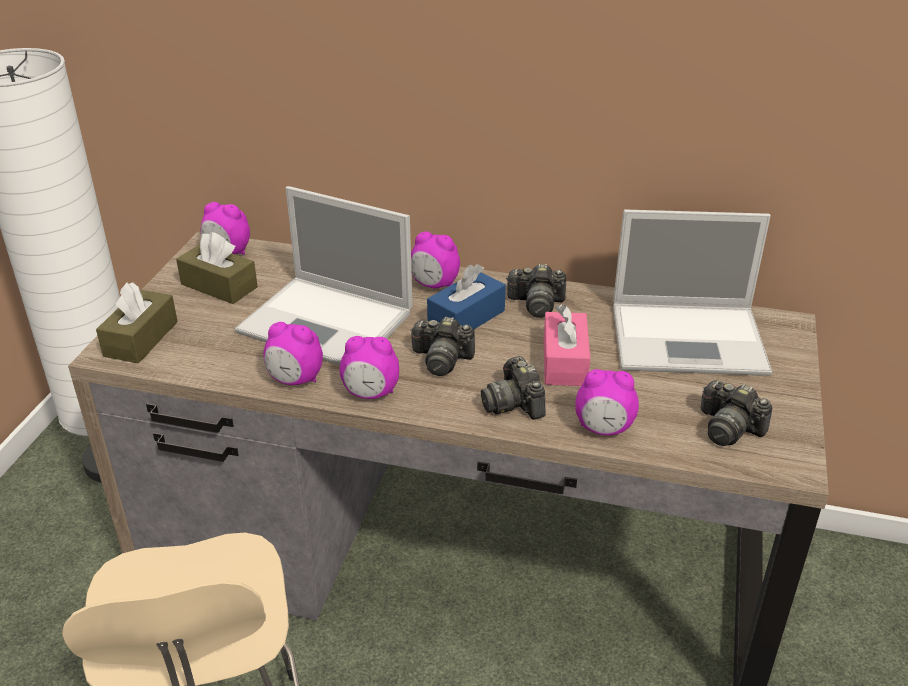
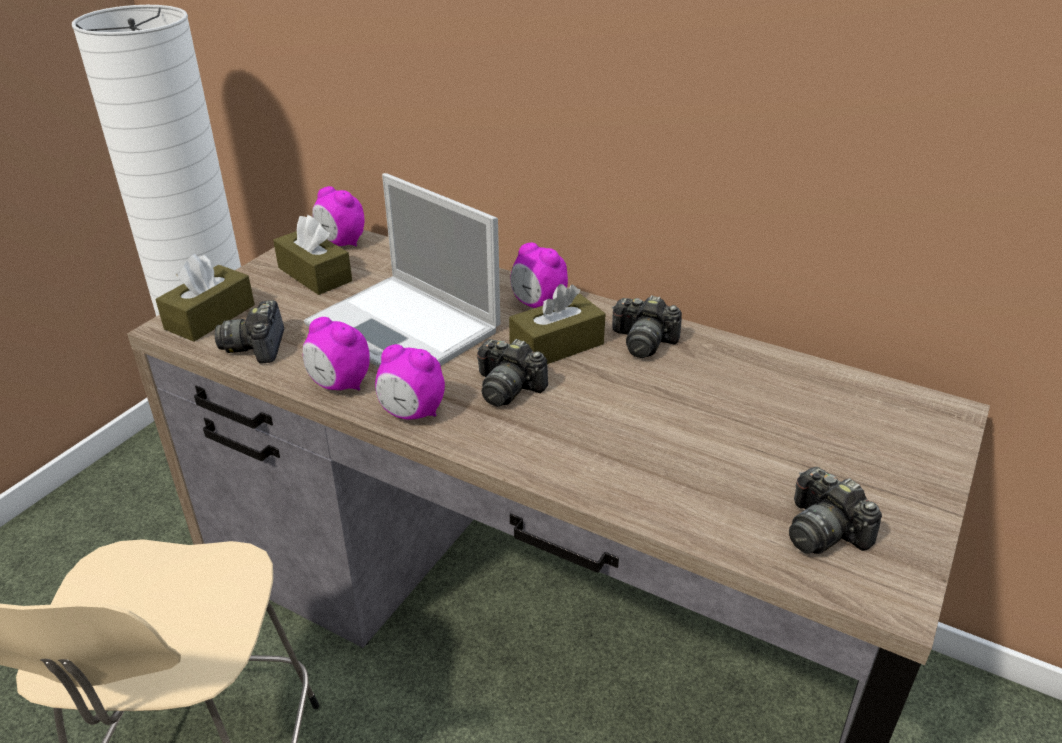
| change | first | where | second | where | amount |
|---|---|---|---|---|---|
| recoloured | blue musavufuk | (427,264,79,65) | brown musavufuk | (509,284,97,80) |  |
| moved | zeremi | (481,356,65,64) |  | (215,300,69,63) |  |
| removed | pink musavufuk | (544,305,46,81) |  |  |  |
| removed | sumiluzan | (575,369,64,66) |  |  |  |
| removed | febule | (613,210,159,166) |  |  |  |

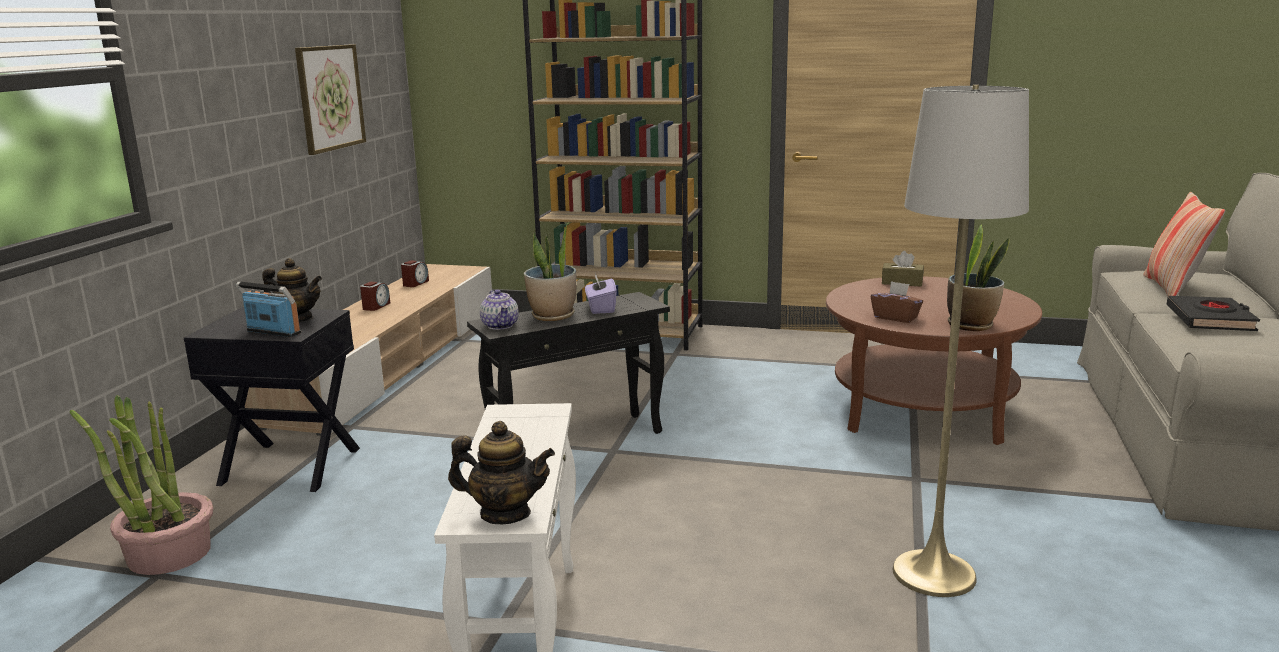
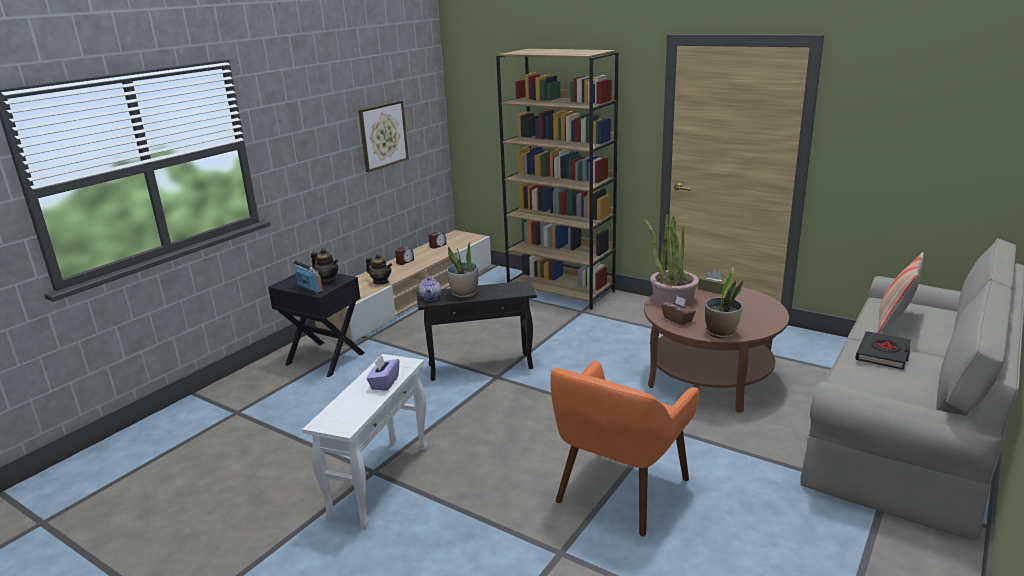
| change | first | where | second | where | amount |
|---|---|---|---|---|---|
| moved | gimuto | (70,395,143,180) |  | (644,215,55,91) |  |
| moved | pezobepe | (448,421,107,103) |  | (366,254,26,31) |  |
| moved | purple musavufuk | (585,273,31,41) |  | (367,355,32,36) |  |
| replaced | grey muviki | (893,85,136,512) | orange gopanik | (550,361,149,176) |  |

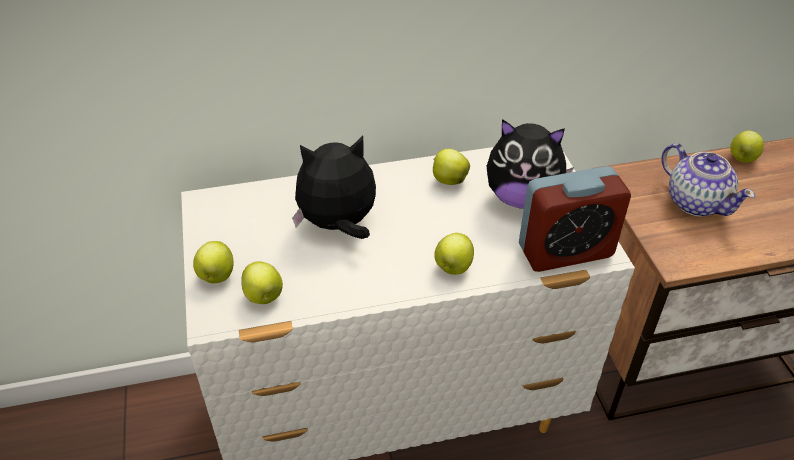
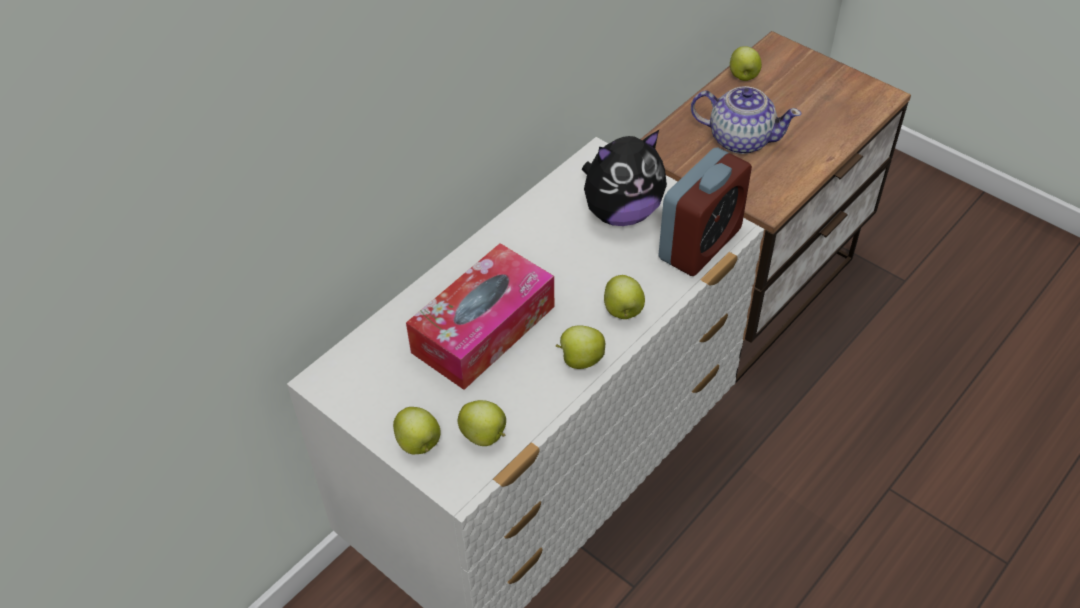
| change | first | where | second | where | amount |
|---|---|---|---|---|---|
| replaced | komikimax | (292,136,84,103) | musavufuk | (406,243,148,147) |  |
| moved | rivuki | (433,149,37,36) |  | (555,325,50,44) |  |

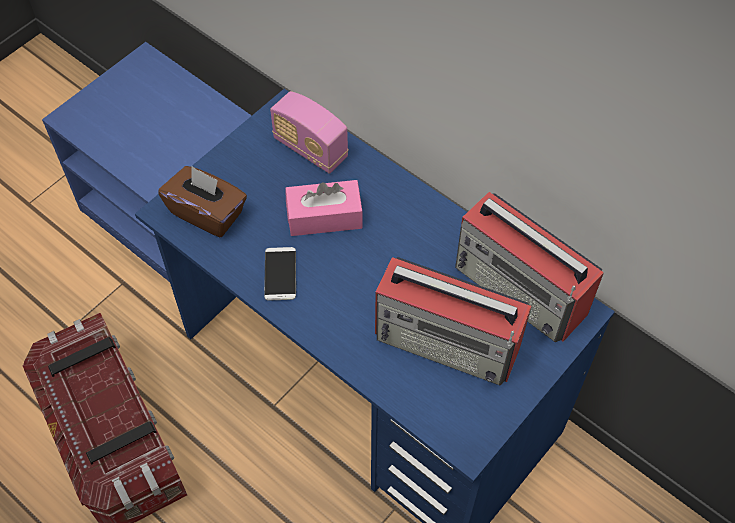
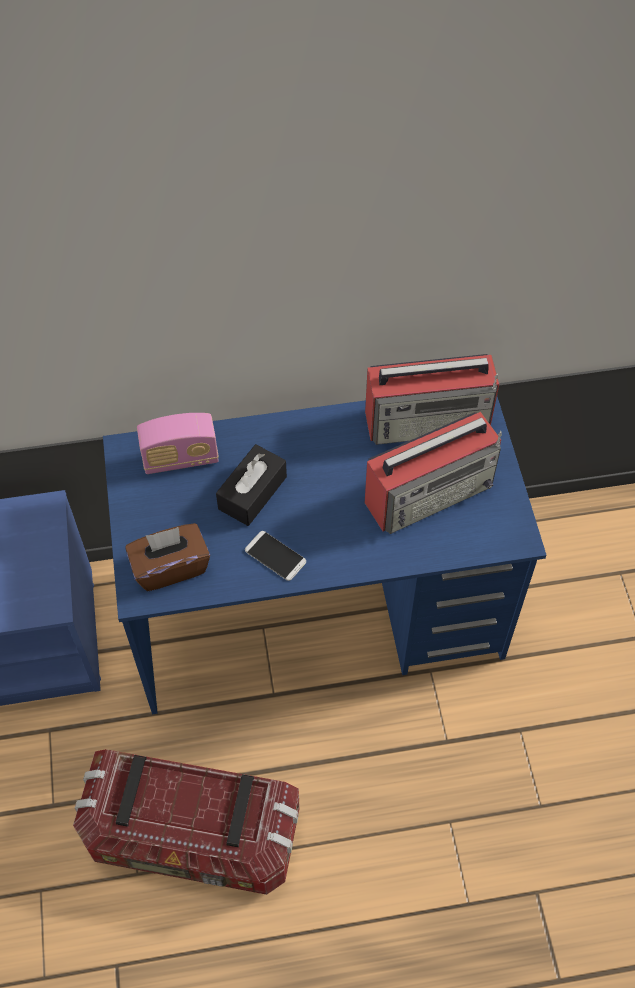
| change | first | where | second | where | amount |
|---|---|---|---|---|---|
| recoloured | pink musavufuk | (285,180,77,56) | black musavufuk | (216,444,71,82) |  |

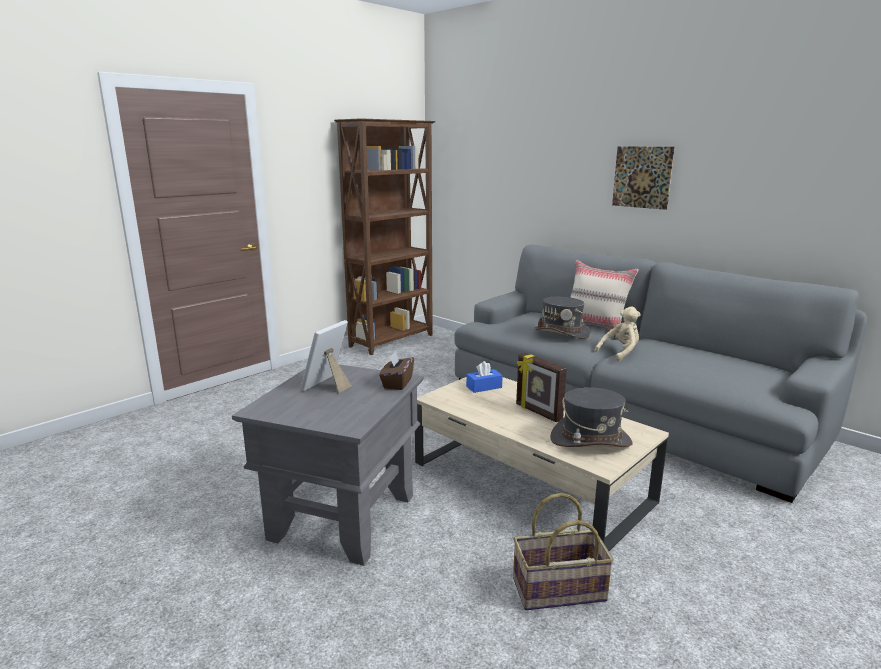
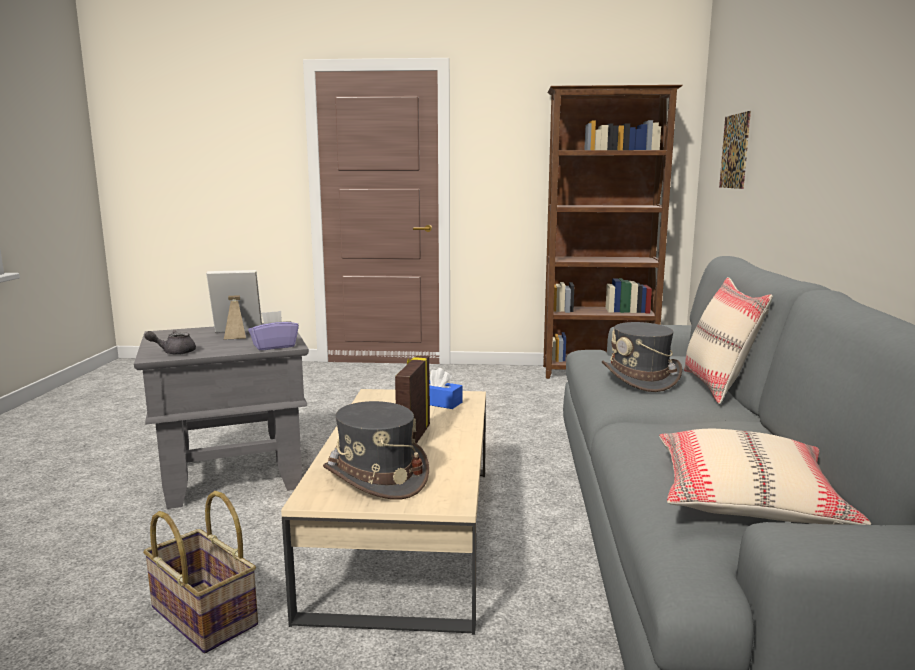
| change | first | where | second | where | amount |
|---|---|---|---|---|---|
| recoloured | brown musavufuk | (379,351,35,39) | purple musavufuk | (248,311,51,39) |  |
| removed | beige komikimax | (594,307,47,55) |  |  |  |
| moved | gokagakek | (612,146,63,64) |  | (719,111,32,78) |  |
| added |  |  | grey pezobepe | (144,330,52,25) |  |
| added |  |  | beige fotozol | (659,429,212,96) |  |

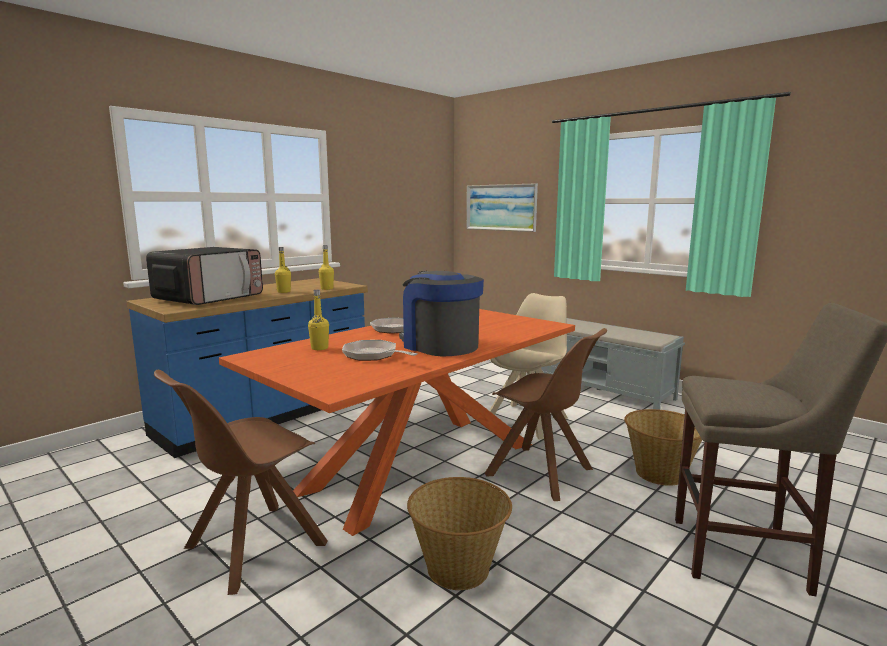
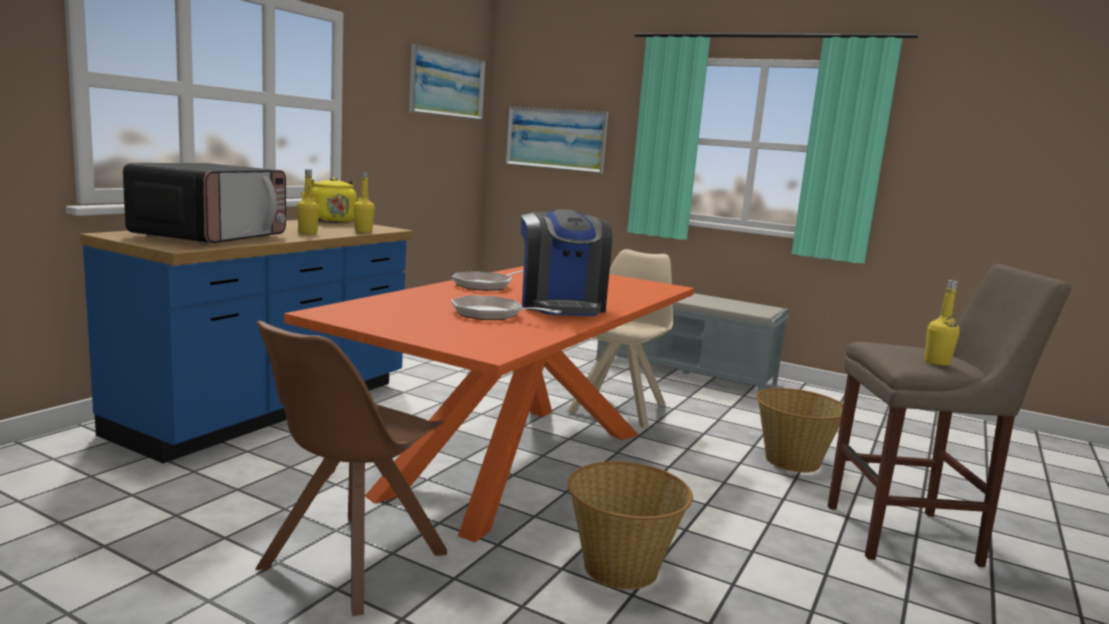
| change | first | where | second | where | amount |
|---|---|---|---|---|---|
| moved | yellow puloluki | (308,290,21,60) |  | (924,280,36,86) |  |
| turned | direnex | (399,271,85,85) |  | (521,209,91,107) | 135 degrees counterclockwise |
| removed | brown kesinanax | (484,328,123,173) |  |  |  |
| added |  |  | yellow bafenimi | (301,177,56,46) |  |
| added |  |  | gokagakek | (409,44,77,76) |  |

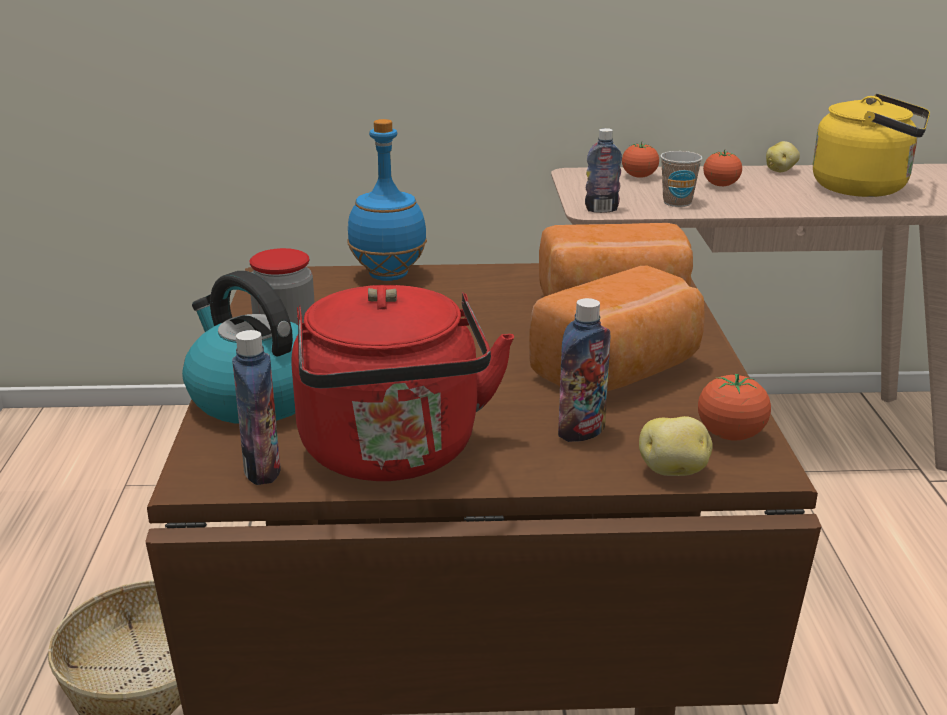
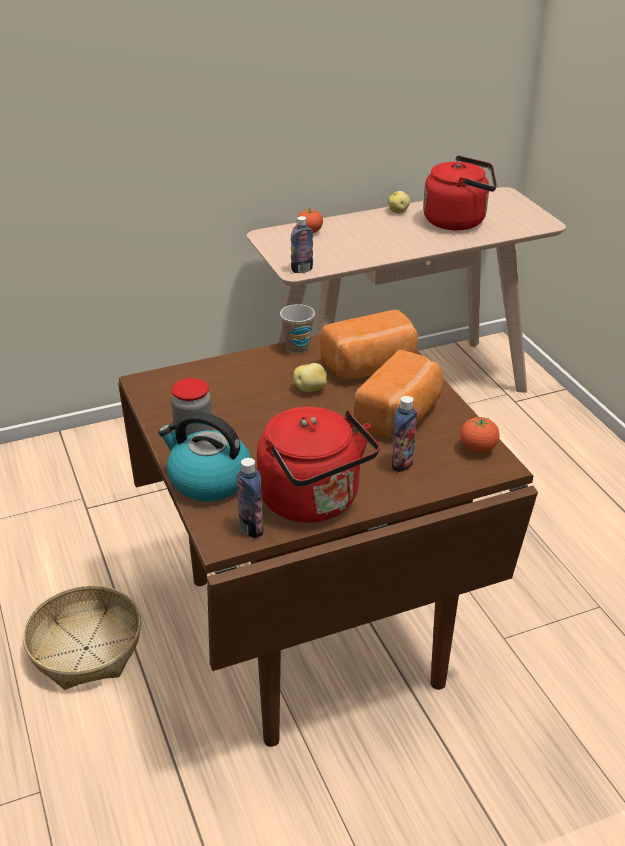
| change | first | where | second | where | amount |
|---|---|---|---|---|---|
| removed | blue puloluki | (347,119,80,162) |  |  |  |
| moved | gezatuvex | (639,416,74,60) |  | (293,363,34,29) |  |
| moved | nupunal | (660,151,43,56) |  | (280,304,35,49) |  |
| removed | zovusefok | (703,149,39,37) |  |  |  |
| recoloured | yellow bafenimi | (813,94,117,103) | red bafenimi | (423,156,74,74) |  |

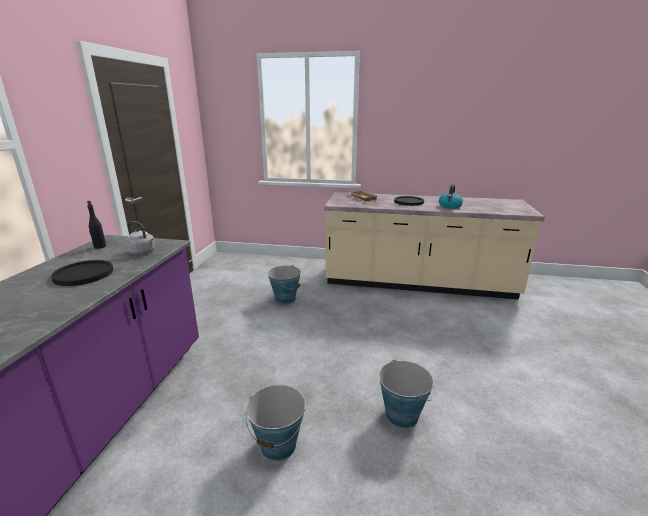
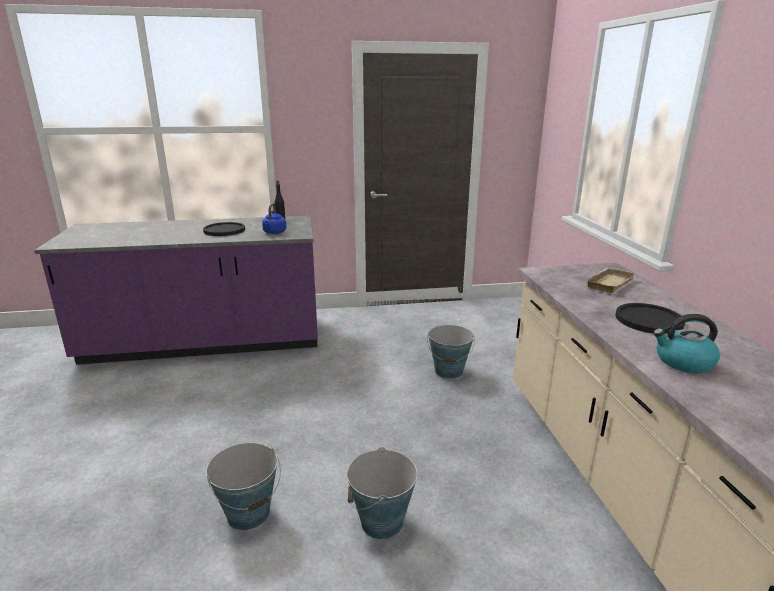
| change | first | where | second | where | amount |
|---|---|---|---|---|---|
| recoloured | grey bafenimi | (125,221,31,33) | blue bafenimi | (262,203,25,31) |  |
| moved | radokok | (245,385,60,76) |  | (347,447,70,92) |  |

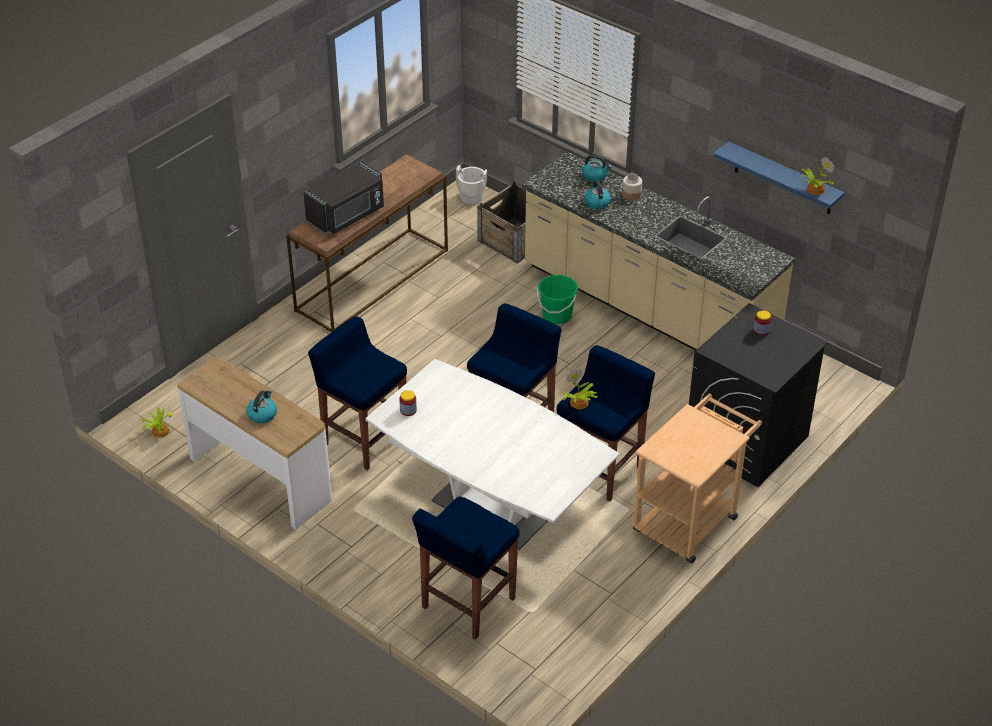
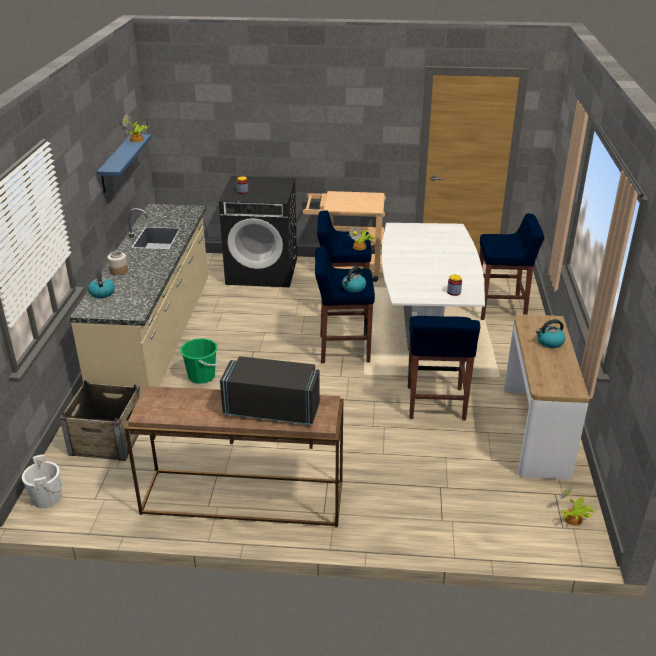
| change | first | where | second | where | amount |
|---|---|---|---|---|---|
| moved | bafenimi | (584,180,27,29) |  | (342,266,24,27) |  |

